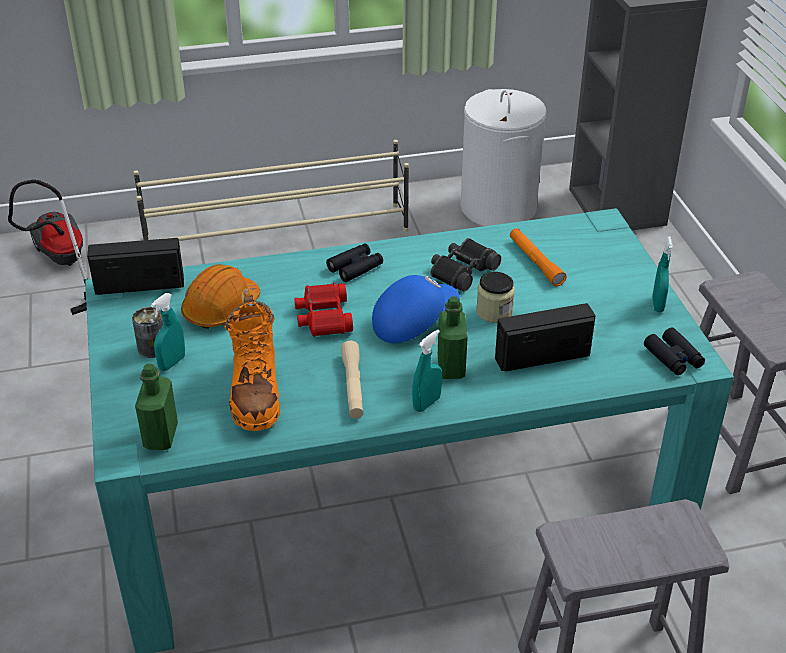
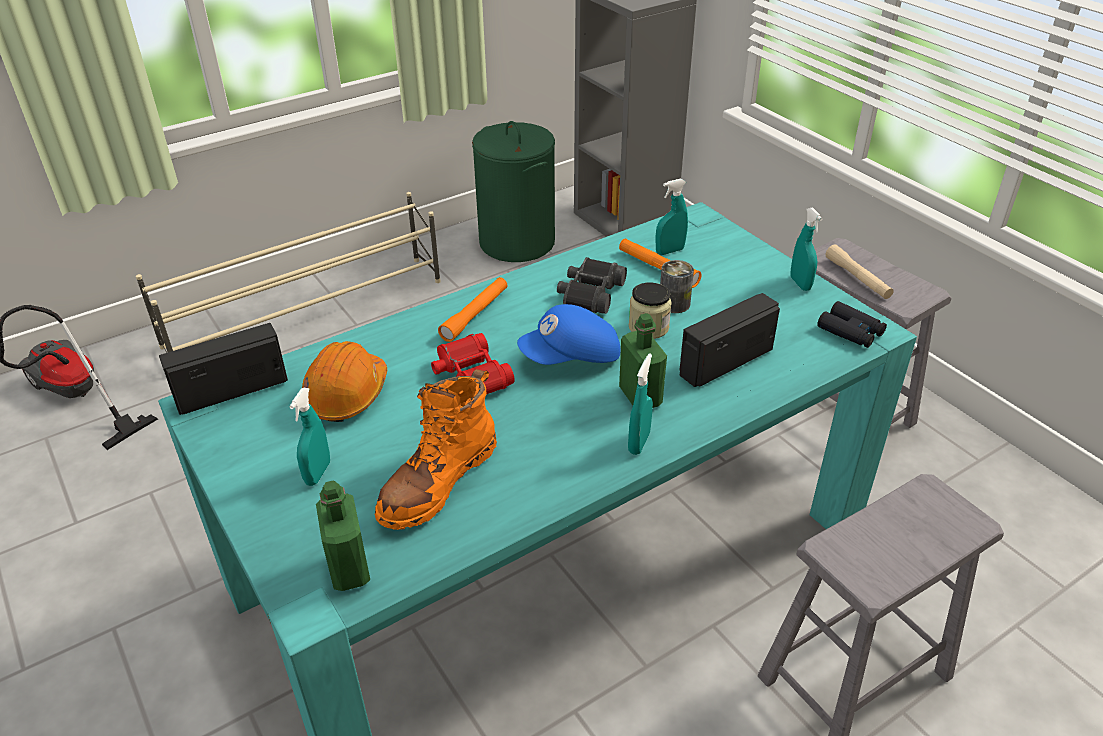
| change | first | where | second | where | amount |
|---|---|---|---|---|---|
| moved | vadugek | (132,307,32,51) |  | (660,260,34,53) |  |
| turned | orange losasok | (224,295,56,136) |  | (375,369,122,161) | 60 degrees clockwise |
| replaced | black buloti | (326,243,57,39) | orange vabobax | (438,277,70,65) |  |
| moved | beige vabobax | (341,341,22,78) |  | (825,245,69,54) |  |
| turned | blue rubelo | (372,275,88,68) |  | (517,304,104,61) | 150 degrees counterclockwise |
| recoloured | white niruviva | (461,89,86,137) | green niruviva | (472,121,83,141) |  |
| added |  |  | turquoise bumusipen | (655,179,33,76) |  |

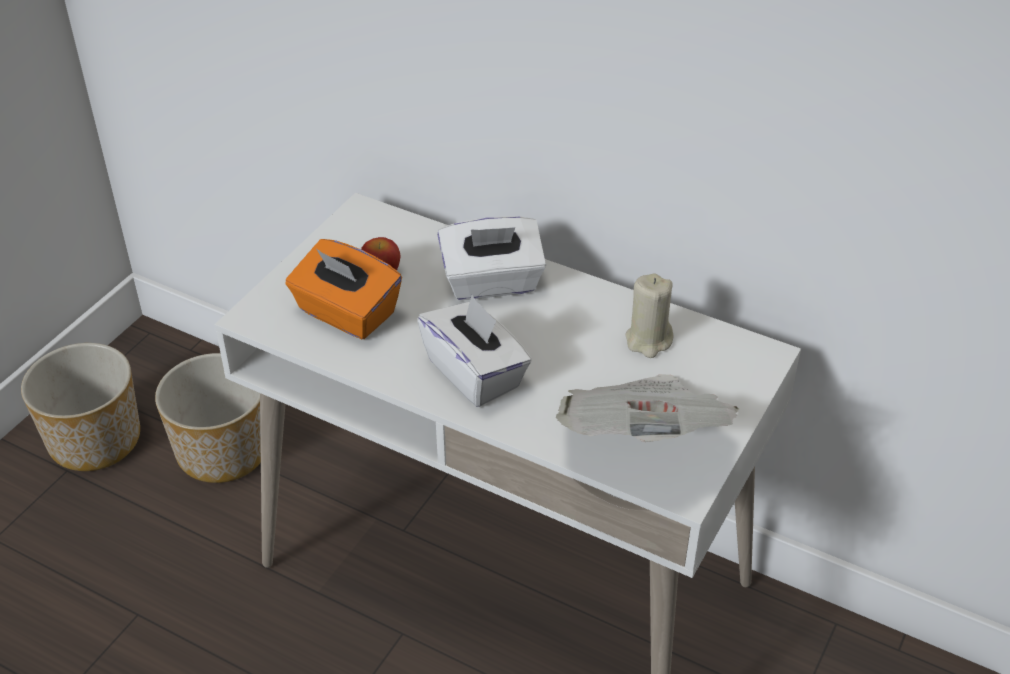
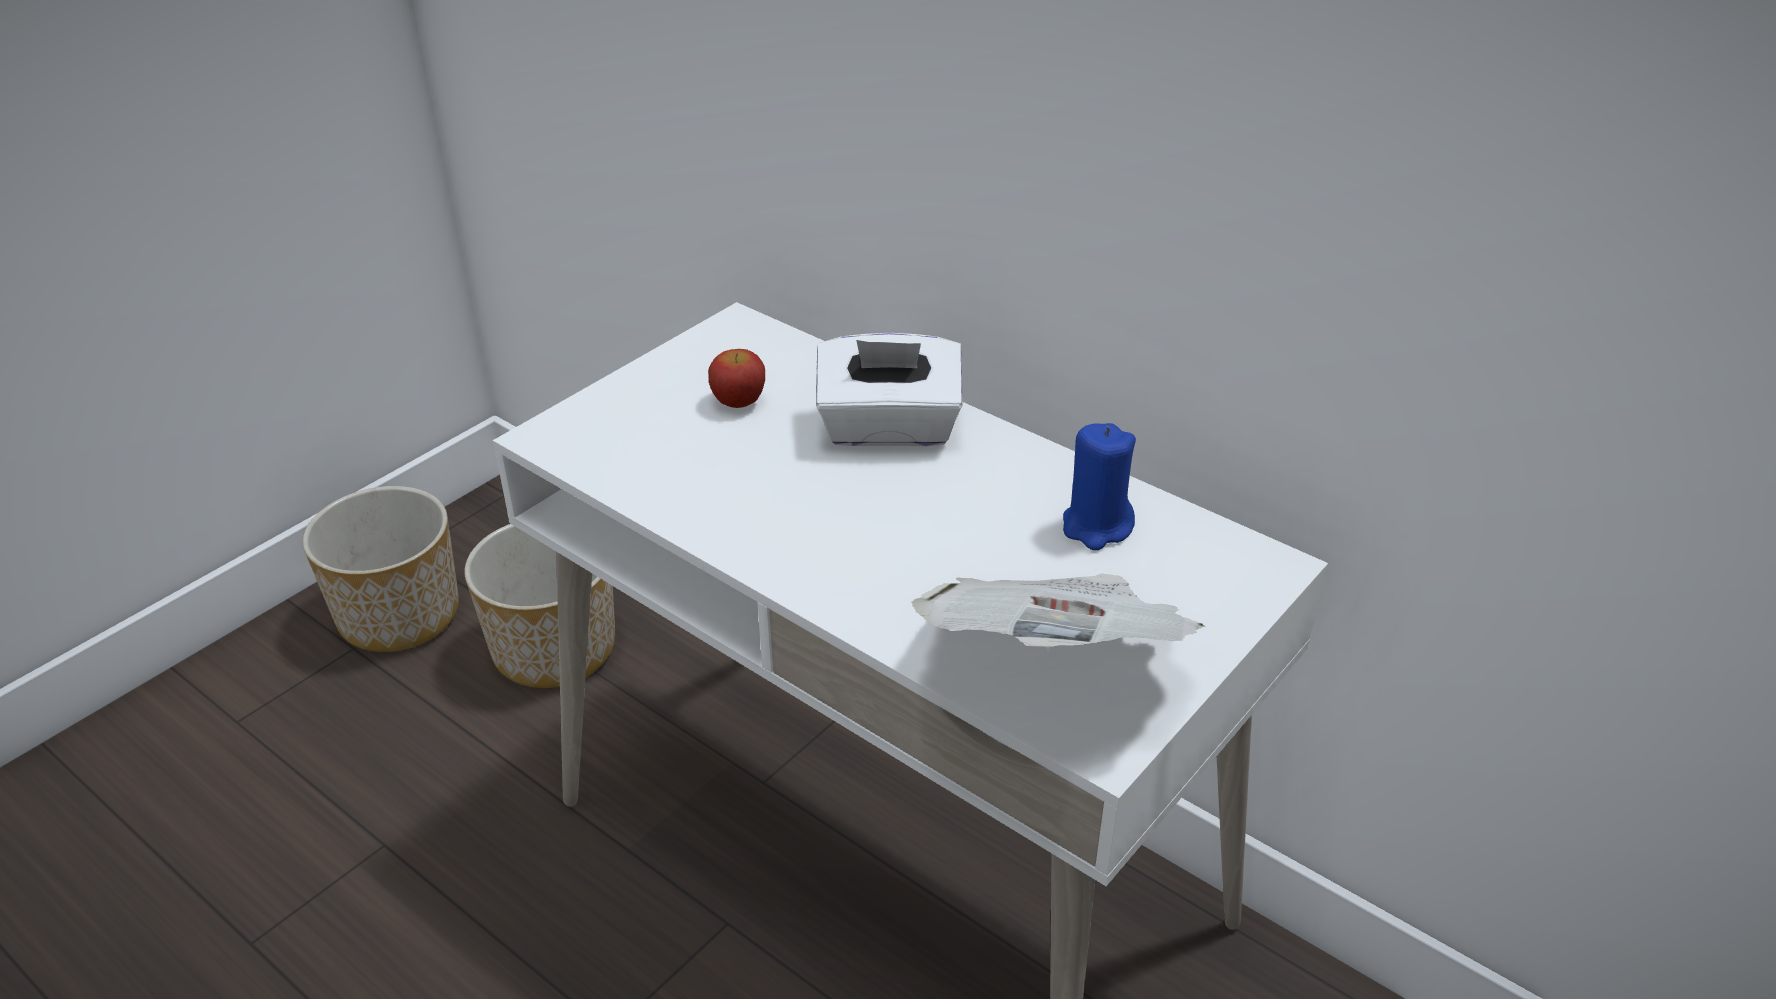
| change | first | where | second | where | amount |
|---|---|---|---|---|---|
| removed | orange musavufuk | (285,239,117,100) |  |  |  |
| removed | white musavufuk | (417,295,115,112) |  |  |  |
| recoloured | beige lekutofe | (625,273,49,85) | blue lekutofe | (1063,423,73,127) |  |

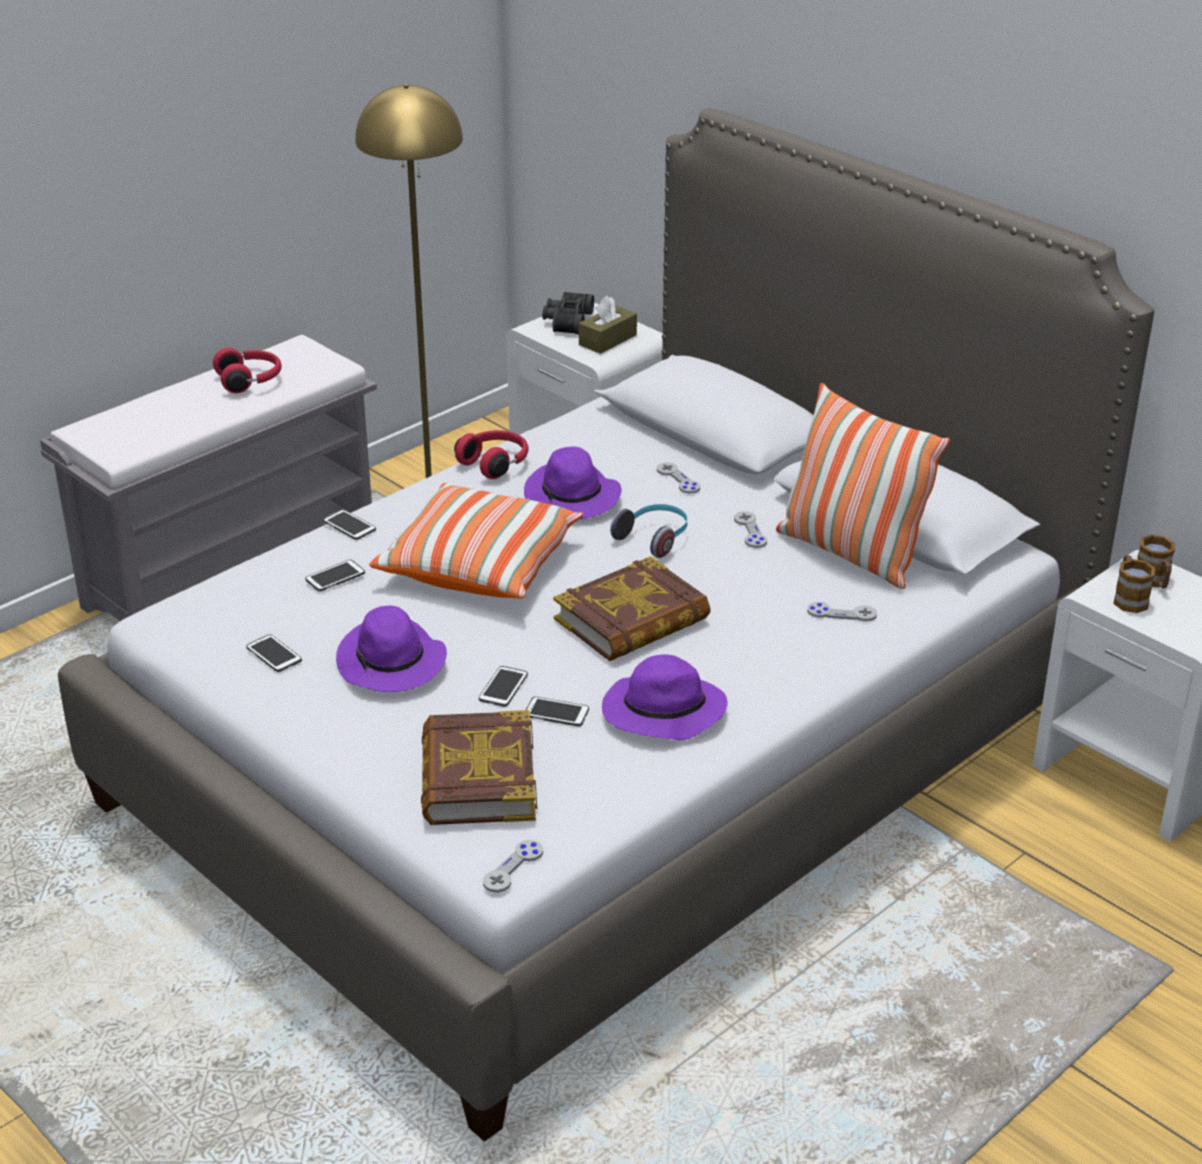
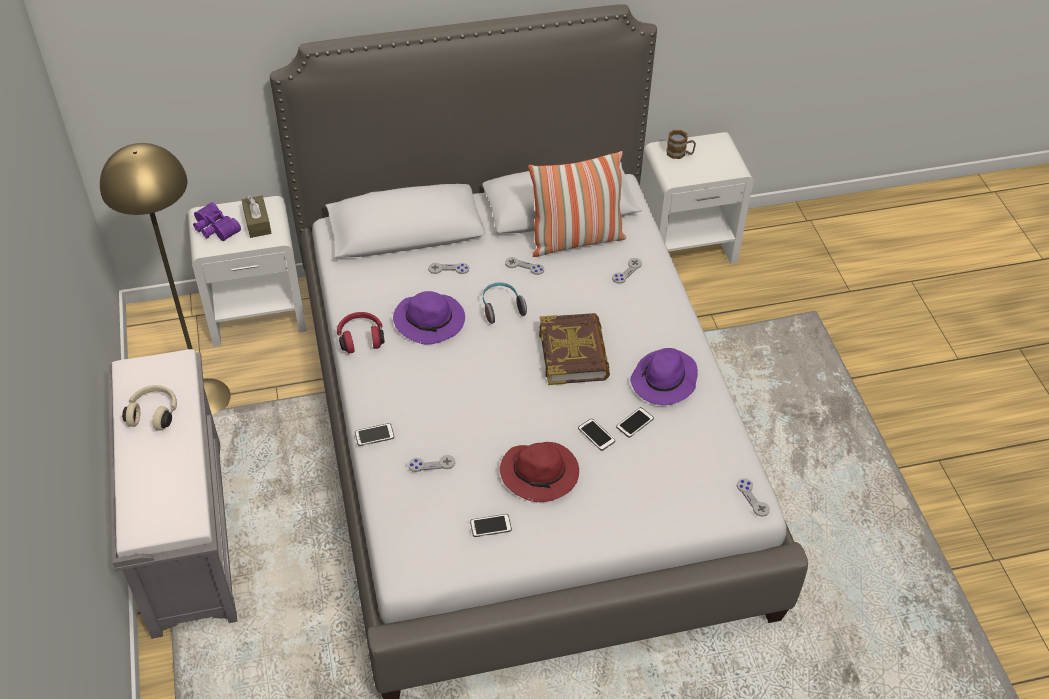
| change | first | where | second | where | amount |
|---|---|---|---|---|---|
| recoloured | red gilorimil | (213,348,69,45) | beige gilorimil | (122,385,55,46) |  |
| replaced | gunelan | (305,560,60,31) | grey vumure | (408,455,47,17) |  |
| recoloured | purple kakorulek | (336,605,111,87) | red kakorulek | (500,442,79,60) |  |
| removed | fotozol | (369,483,215,116) |  |  |  |
| removed | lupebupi | (421,710,116,115) |  |  |  |
| recoloured | black buloti | (542,292,52,42) | purple buloti | (193,202,48,39) |  |
| removed | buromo | (1113,555,43,58) |  |  |  |

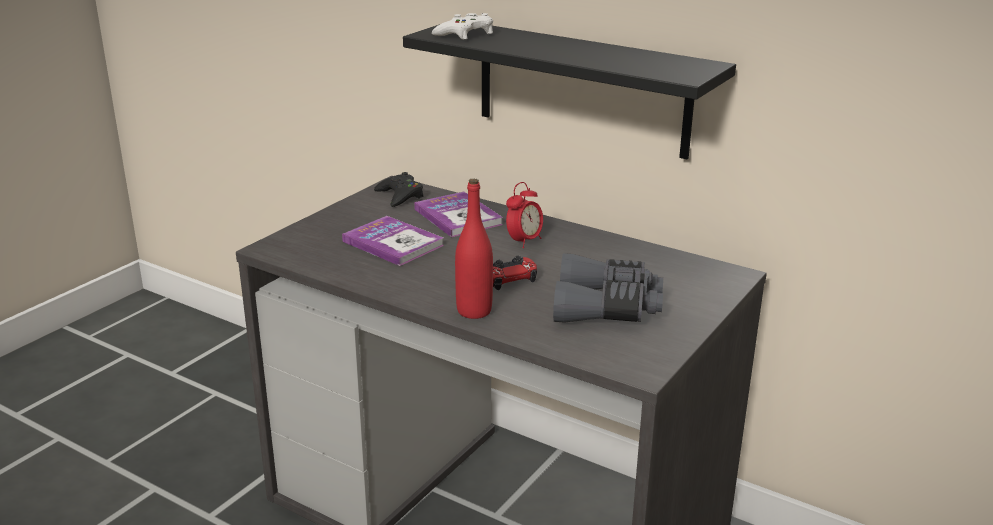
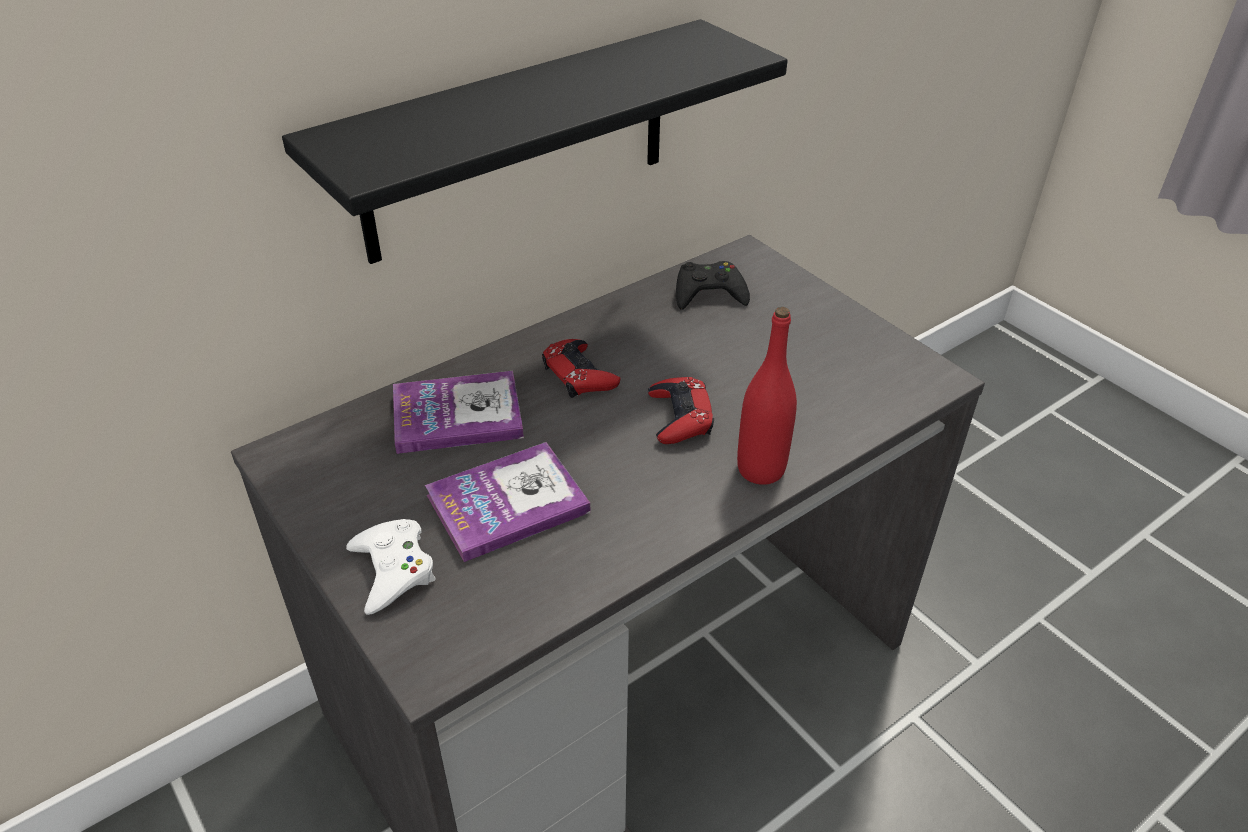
| change | first | where | second | where | amount |
|---|---|---|---|---|---|
| moved | black vumure | (374,172,50,35) |  | (676,261,74,49) |  |
| moved | white vumure | (432,13,61,27) |  | (346,519,90,96) |  |
| replaced | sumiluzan | (506,182,37,66) | red vumure | (542,339,78,59) |  |
| removed | grey buloti | (553,253,110,70) |  |  |  |

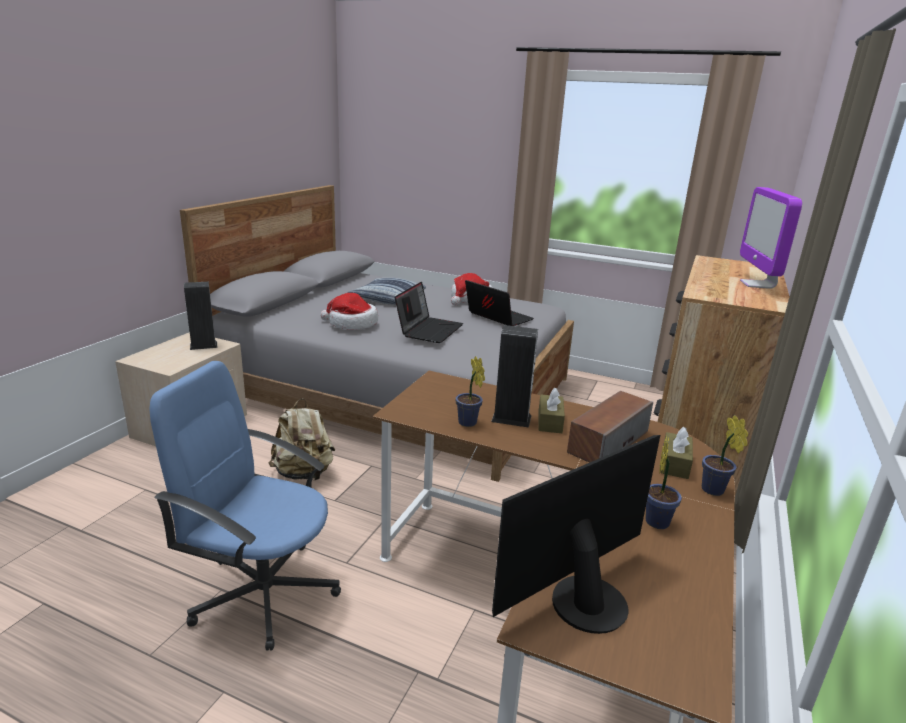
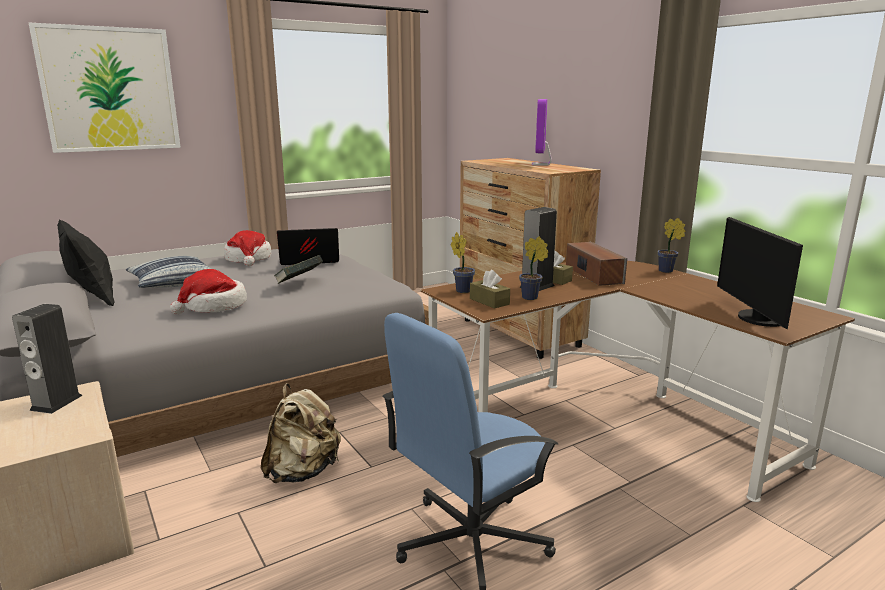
| change | first | where | second | where | amount |
|---|---|---|---|---|---|
| replaced | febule | (394,282,69,61) | lupebupi | (274,255,49,29) |  |
| moved | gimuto | (645,435,37,94) |  | (451,232,24,61) |  |
| moved | brown musavufuk | (661,427,32,52) |  | (470,270,40,39) |  |
| turned | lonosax | (740,187,62,102) |  | (532,99,20,67) | 60 degrees clockwise |
| added |  |  | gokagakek | (29,23,152,130) |  |
| added |  |  | black fotozol | (57,220,58,86) |  |

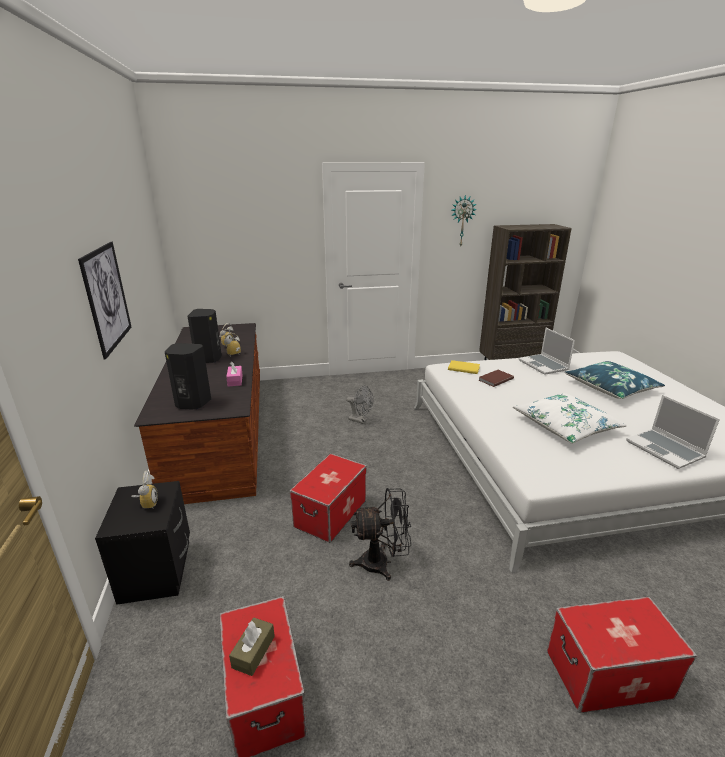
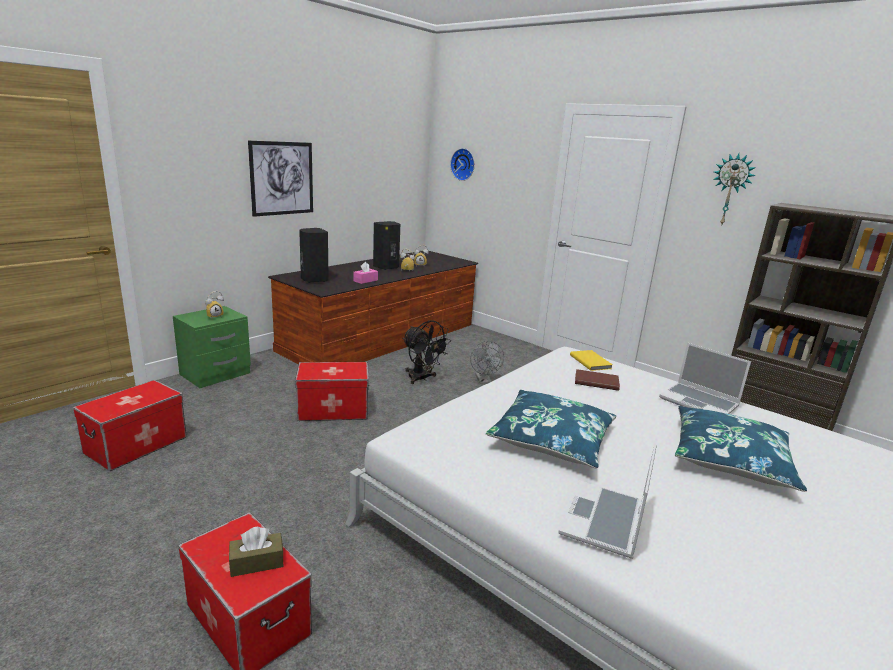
| change | first | where | second | where | amount |
|---|---|---|---|---|---|
| recoloured | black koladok | (95,481,95,124) | green koladok | (173,306,78,82) |  |
| moved | brown musavufuk | (229,617,46,59) |  | (229,527,55,50) |  |
| moved | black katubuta | (349,488,62,93) |  | (402,320,49,64) |  |
| recoloured | white fotozol | (513,393,114,51) | blue fotozol | (486,390,130,79) |  |
| turned | febule | (518,328,57,47) |  | (659,343,92,71) | 75 degrees counterclockwise |
| added |  |  | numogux | (450,148,25,33) |  |

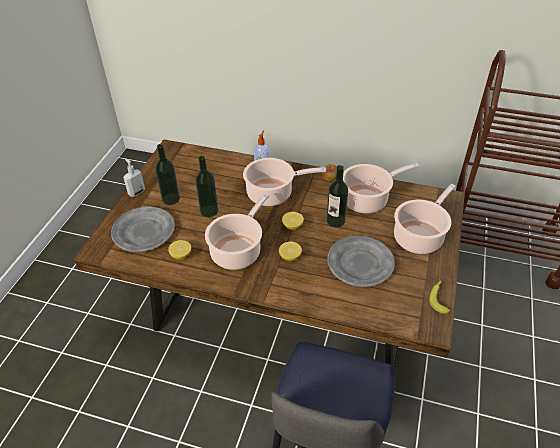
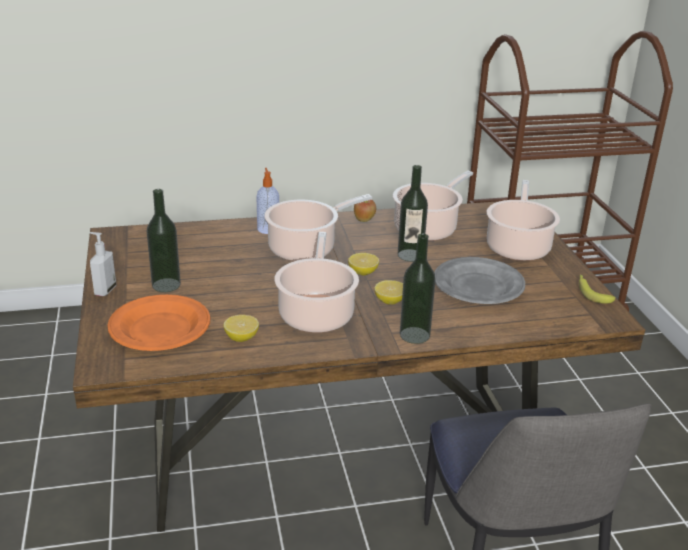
| change | first | where | second | where | amount |
|---|---|---|---|---|---|
| recoloured | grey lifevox | (111,207,64,45) | orange lifevox | (108,294,102,57) |  |
| moved | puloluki | (195,156,24,61) |  | (400,233,36,111) |  |

